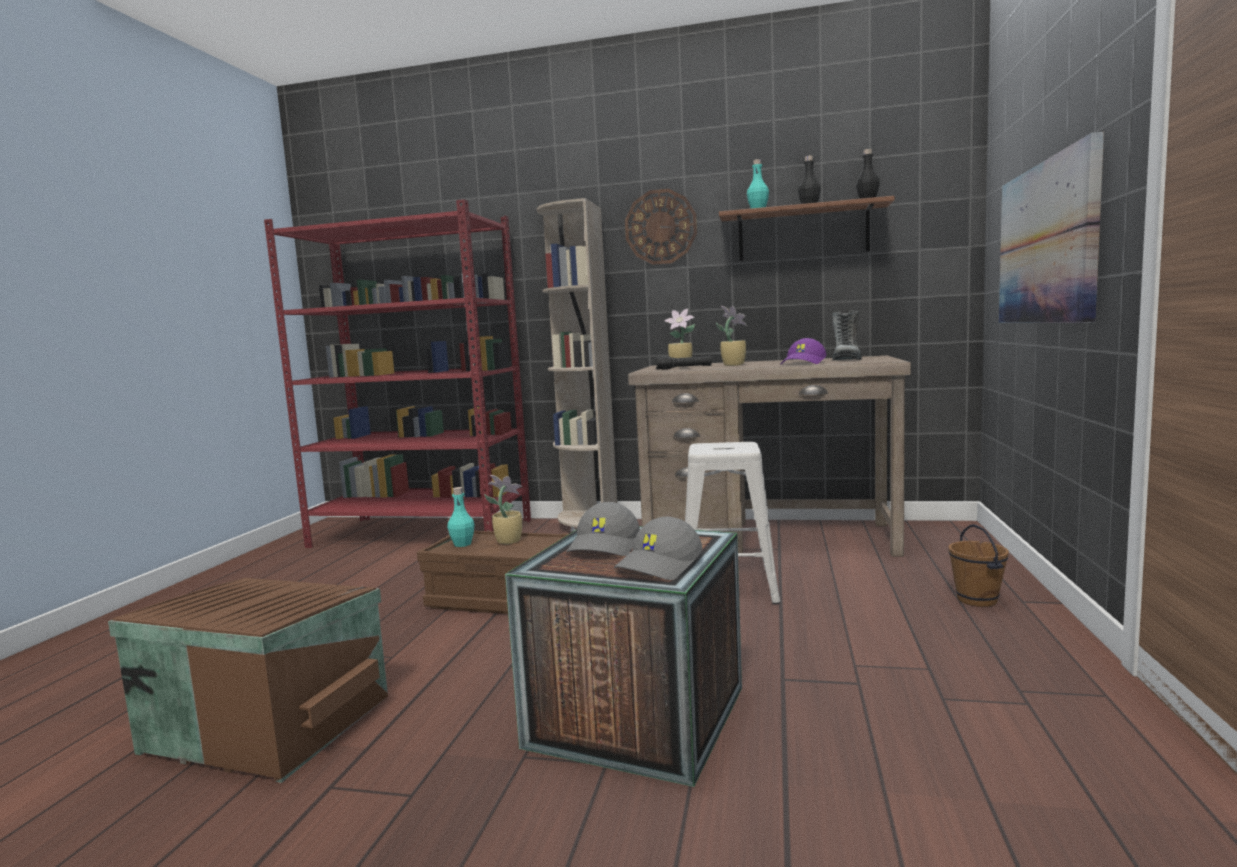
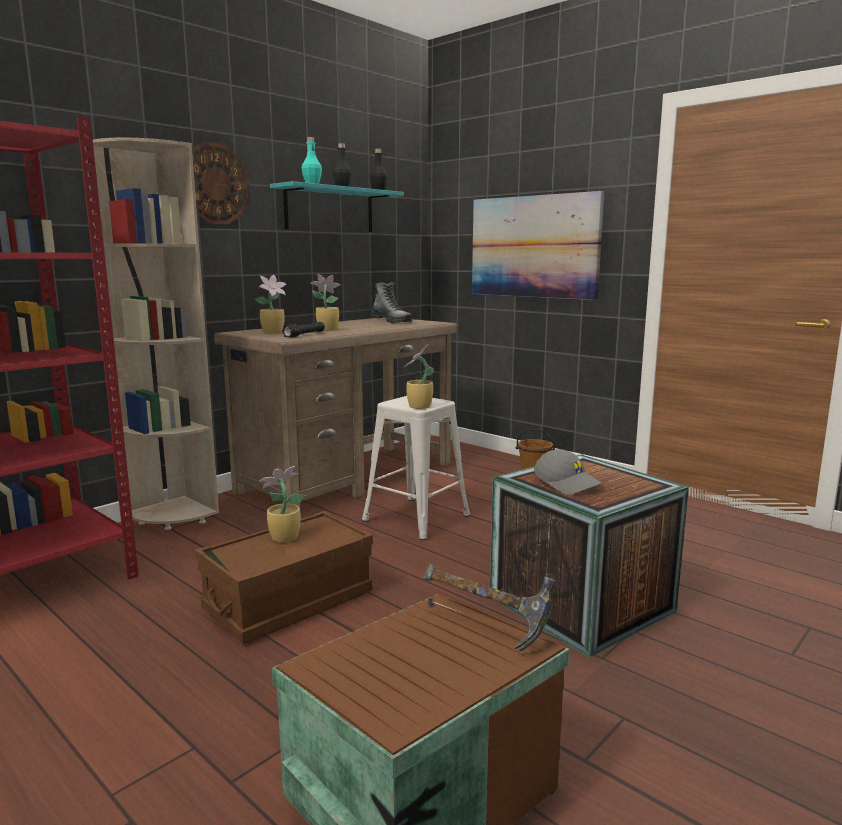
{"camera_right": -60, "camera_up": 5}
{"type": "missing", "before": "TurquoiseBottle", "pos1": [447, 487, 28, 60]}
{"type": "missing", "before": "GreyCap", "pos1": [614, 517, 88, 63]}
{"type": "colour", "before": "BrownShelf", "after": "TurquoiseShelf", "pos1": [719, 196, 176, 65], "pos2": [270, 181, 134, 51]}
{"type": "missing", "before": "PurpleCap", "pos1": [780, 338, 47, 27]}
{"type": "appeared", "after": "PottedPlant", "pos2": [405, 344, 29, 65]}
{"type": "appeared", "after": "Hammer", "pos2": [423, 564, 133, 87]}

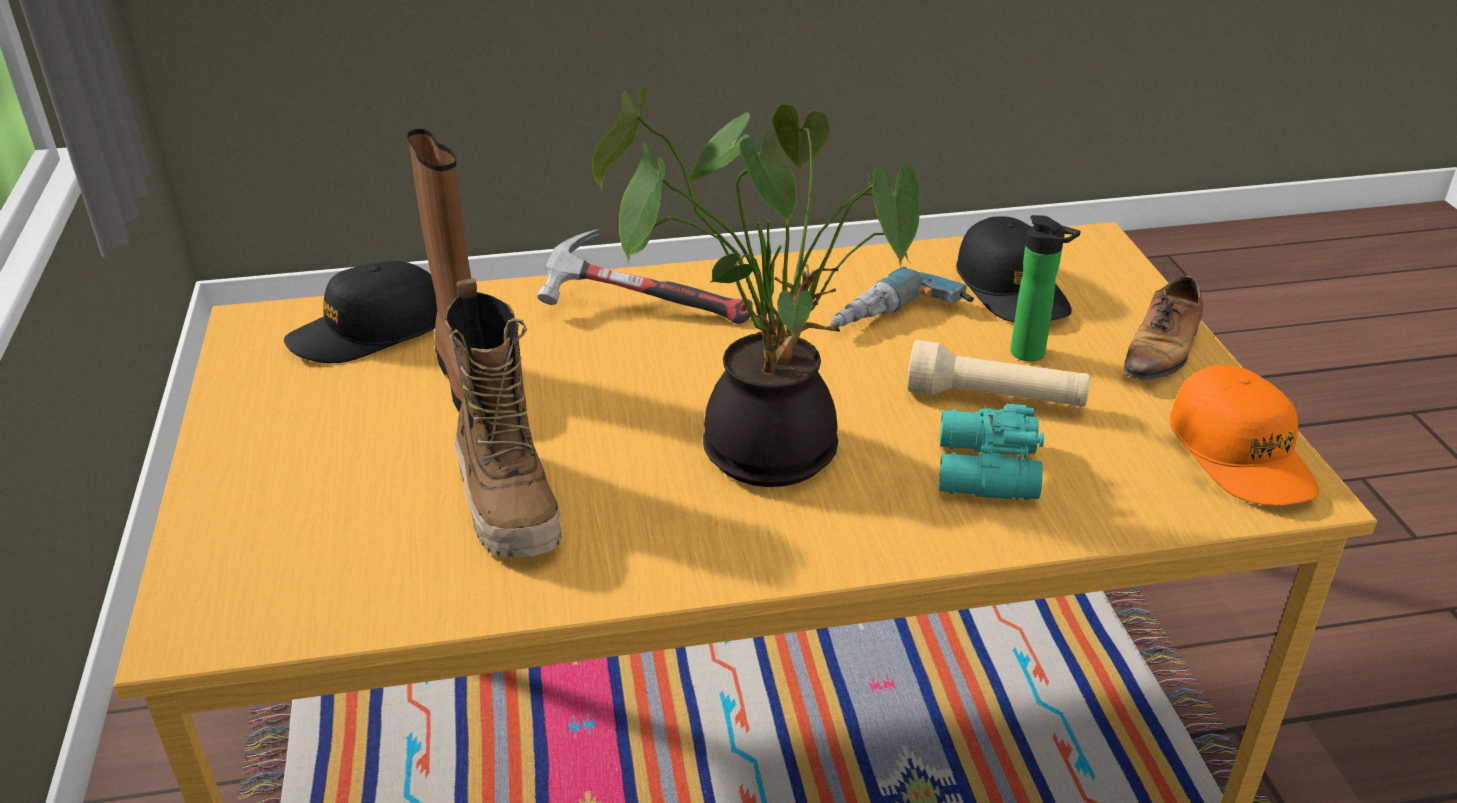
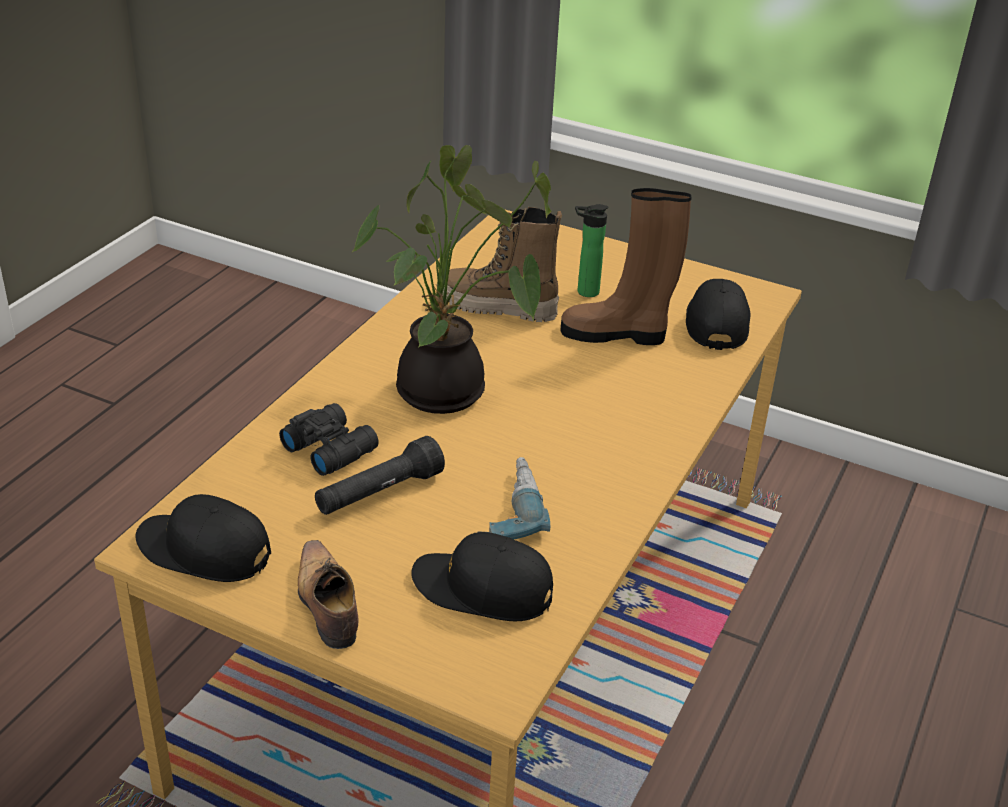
{"camera_right": 125, "camera_up": 0}
{"type": "missing", "before": "Hammer", "pos1": [537, 229, 216, 95]}
{"type": "colour", "before": "BeigeFlashlight", "after": "BlackFlashlight", "pos1": [907, 340, 184, 67], "pos2": [315, 436, 130, 79]}
{"type": "colour", "before": "TurquoiseBinoculars", "after": "BlackBinoculars", "pos1": [939, 404, 105, 96], "pos2": [279, 403, 100, 73]}
{"type": "relocated", "before": "Bottle", "pos1": [1011, 215, 70, 147], "pos2": [575, 204, 33, 93]}
{"type": "colour", "before": "OrangeCap", "after": "BlackCap", "pos1": [1170, 365, 150, 141], "pos2": [136, 494, 135, 88]}

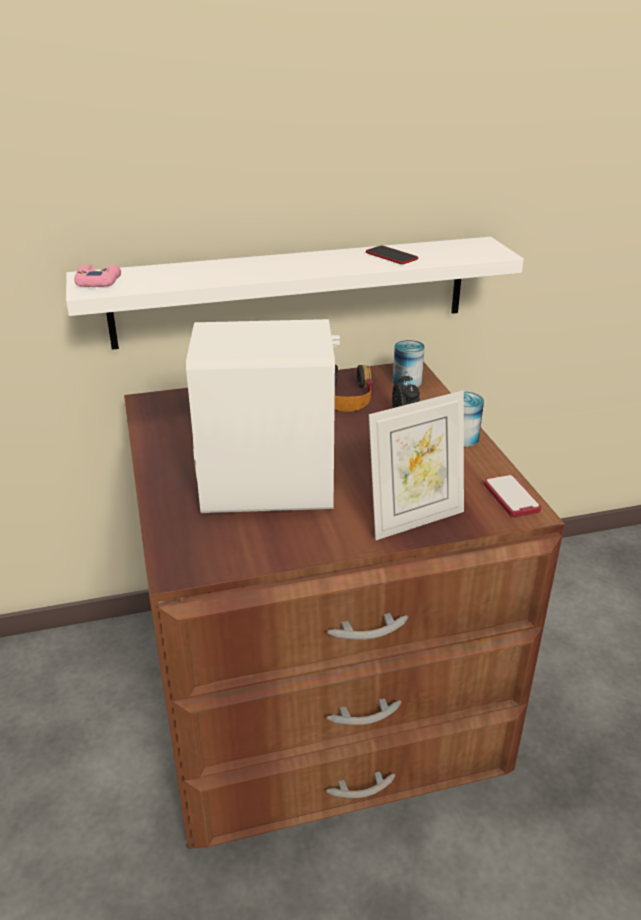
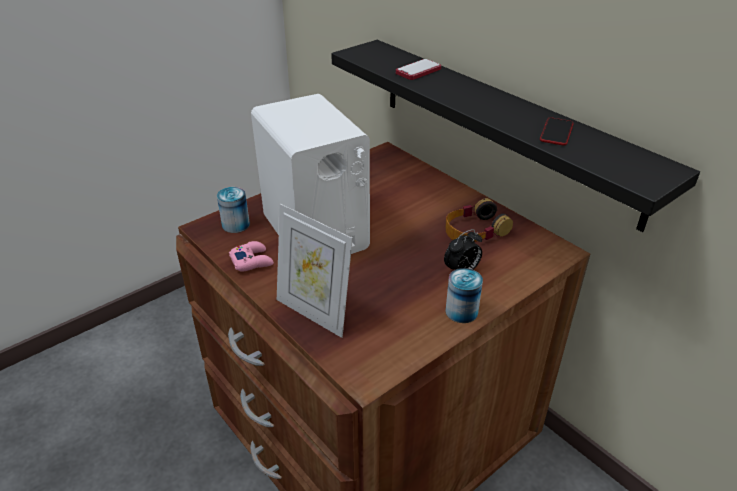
{"camera_right": 65, "camera_up": 5}
{"type": "colour", "before": "WhiteShelf", "after": "BlackShelf", "pos1": [66, 237, 458, 113], "pos2": [331, 40, 369, 192]}
{"type": "relocated", "before": "PinkGameController", "pos1": [74, 264, 47, 23], "pos2": [229, 241, 45, 31]}
{"type": "relocated", "before": "Can", "pos1": [393, 340, 32, 47], "pos2": [217, 187, 33, 46]}
{"type": "relocated", "before": "Phone", "pos1": [484, 475, 57, 42], "pos2": [396, 59, 45, 21]}

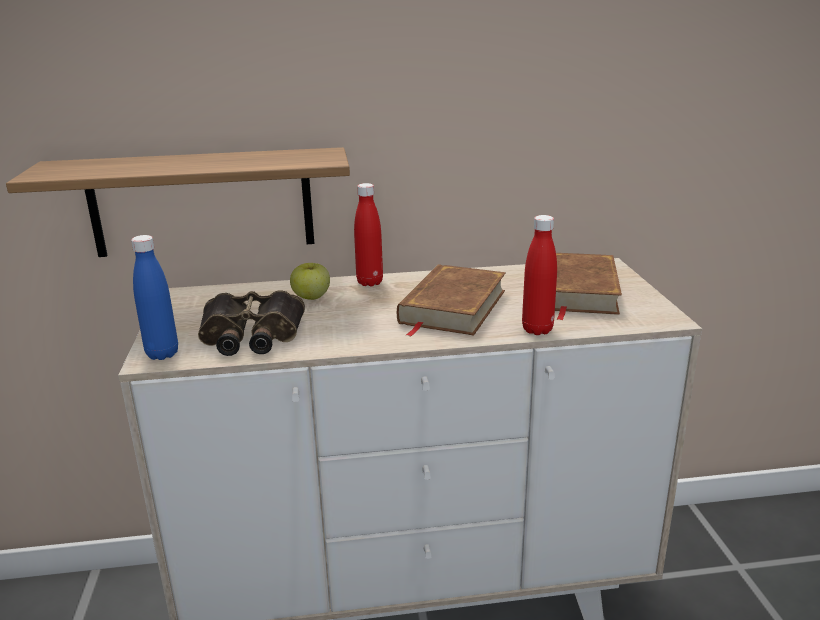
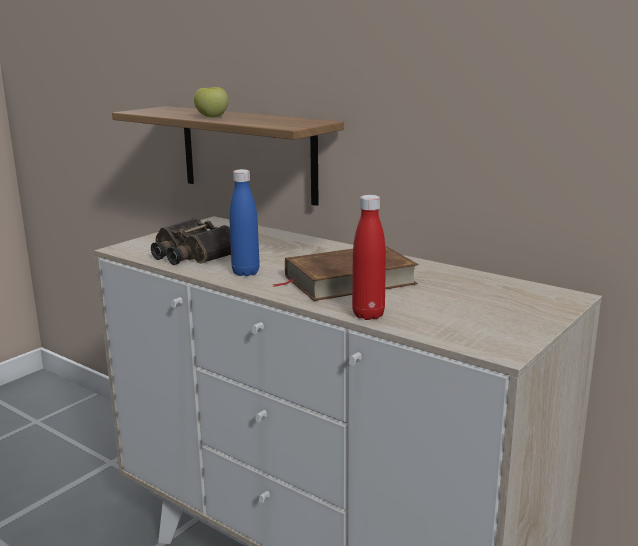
{"camera_right": 45, "camera_up": -5}
{"type": "relocated", "before": "BlueBottle", "pos1": [131, 235, 47, 125], "pos2": [229, 169, 30, 107]}
{"type": "relocated", "before": "Apple", "pos1": [290, 263, 40, 37], "pos2": [194, 87, 35, 30]}
{"type": "missing", "before": "RedBottle", "pos1": [354, 183, 29, 103]}
{"type": "missing", "before": "BrownBook", "pos1": [555, 253, 67, 67]}

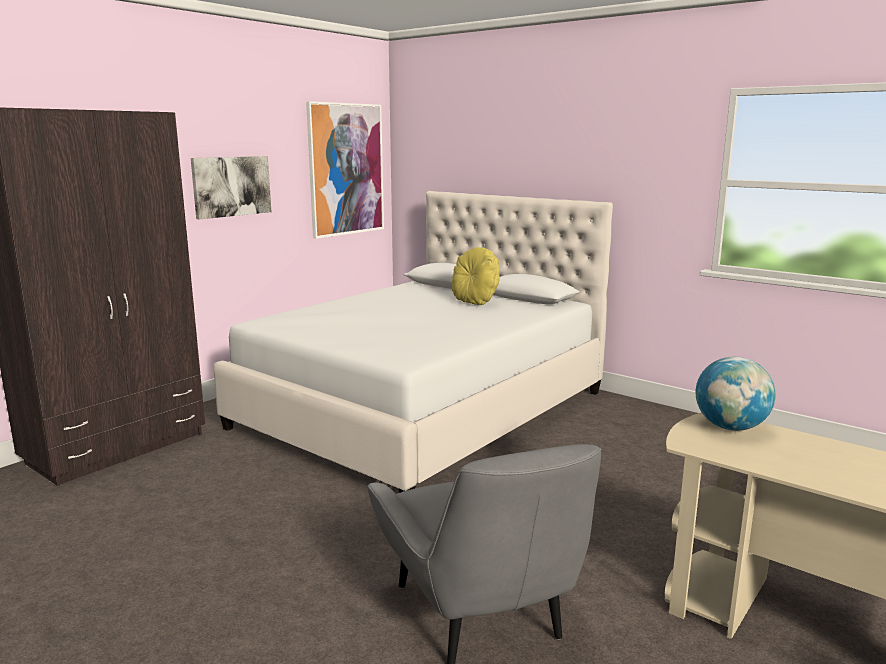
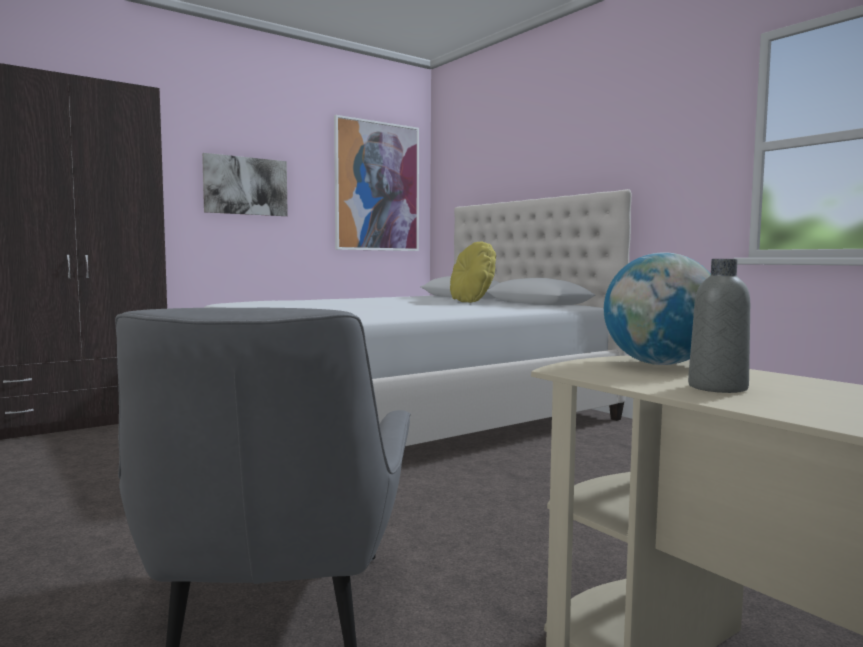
{"camera_right": 15, "camera_up": -10}
{"type": "appeared", "after": "GreyBottle", "pos2": [688, 259, 62, 134]}

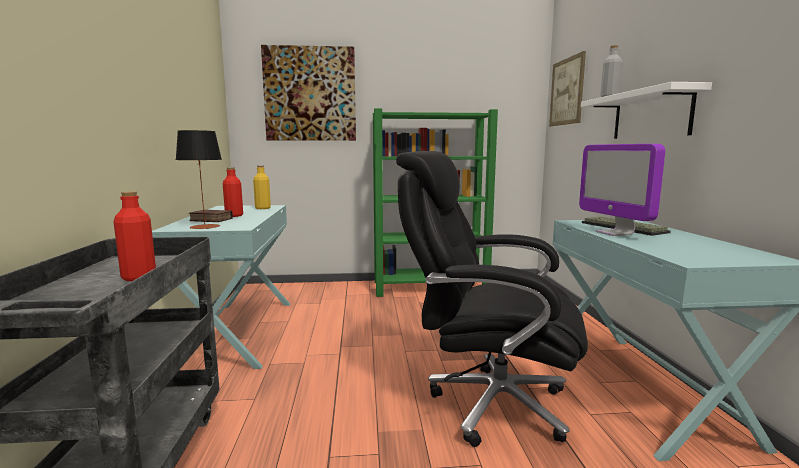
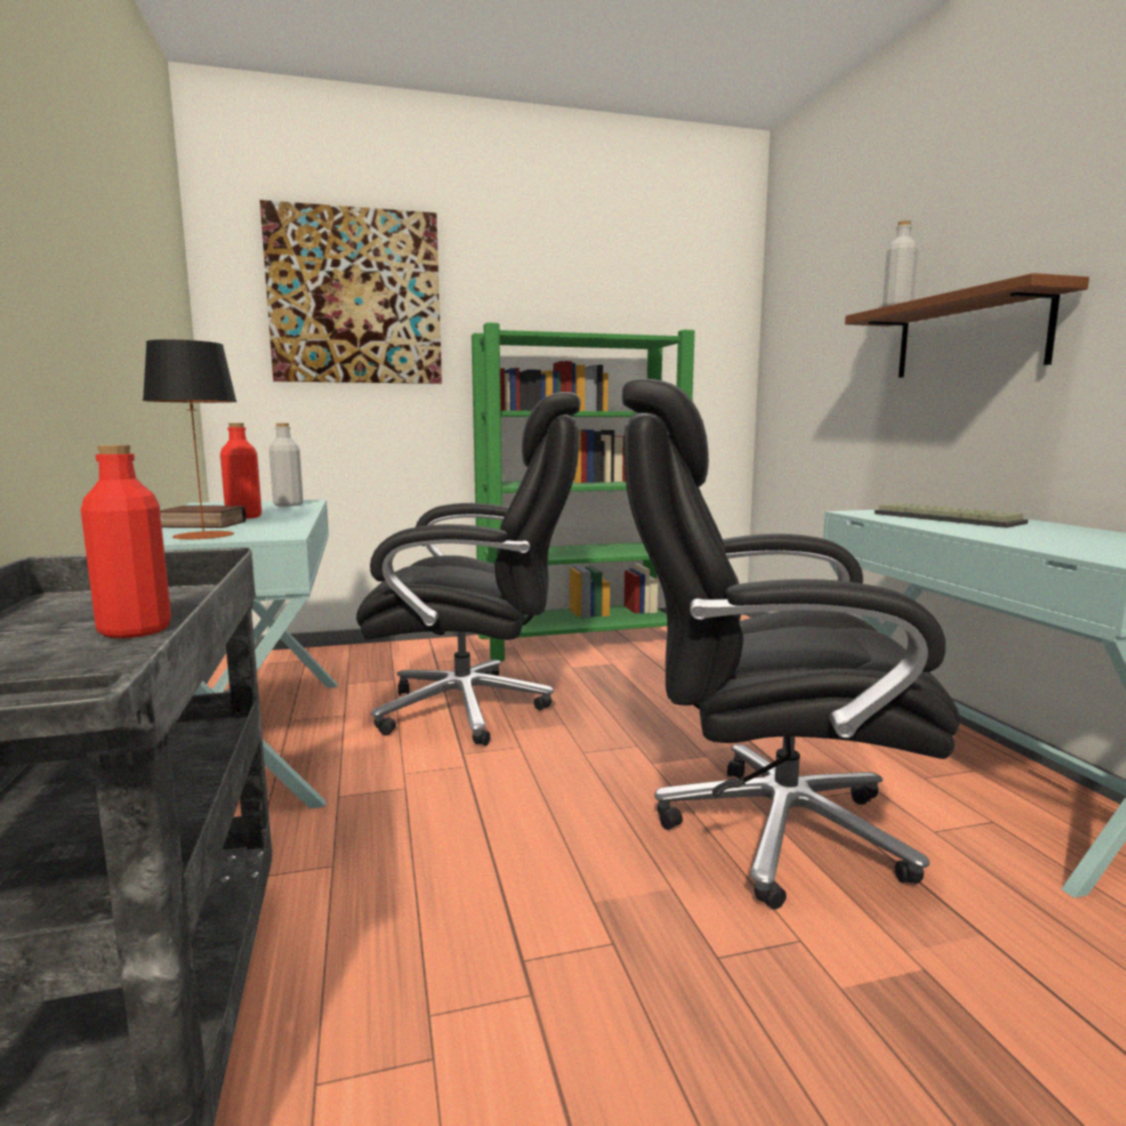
{"camera_right": -10, "camera_up": 0}
{"type": "colour", "before": "YellowBottle", "after": "GreyBottle", "pos1": [253, 165, 18, 44], "pos2": [269, 423, 34, 83]}
{"type": "missing", "before": "Picture", "pos1": [549, 51, 37, 75]}
{"type": "missing", "before": "Monitor", "pos1": [579, 144, 86, 92]}
{"type": "colour", "before": "WhiteShelf", "after": "BrownShelf", "pos1": [581, 82, 131, 57], "pos2": [845, 273, 244, 105]}
{"type": "appeared", "after": "BlackOfficeChair", "pos2": [356, 392, 225, 354]}

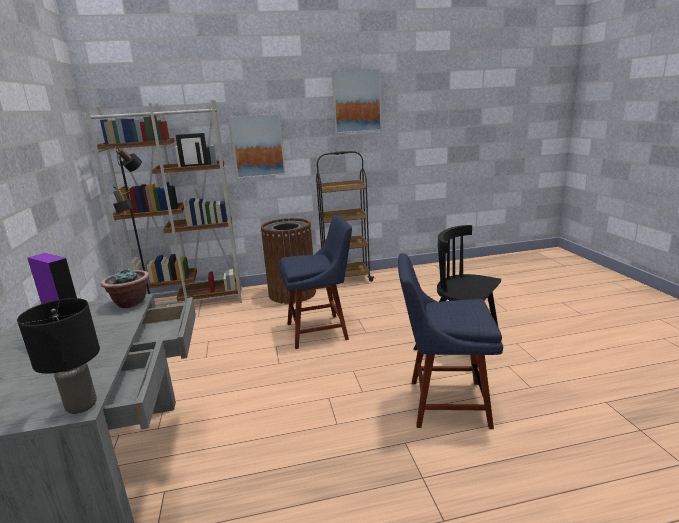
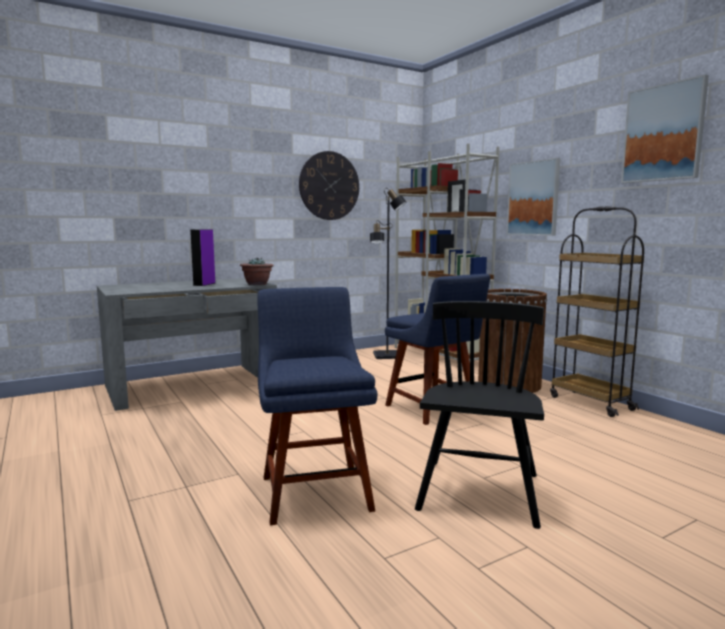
{"camera_right": 70, "camera_up": -10}
{"type": "missing", "before": "BlackTableLamp", "pos1": [17, 298, 83, 116]}
{"type": "appeared", "after": "WallClock", "pos2": [299, 151, 60, 69]}

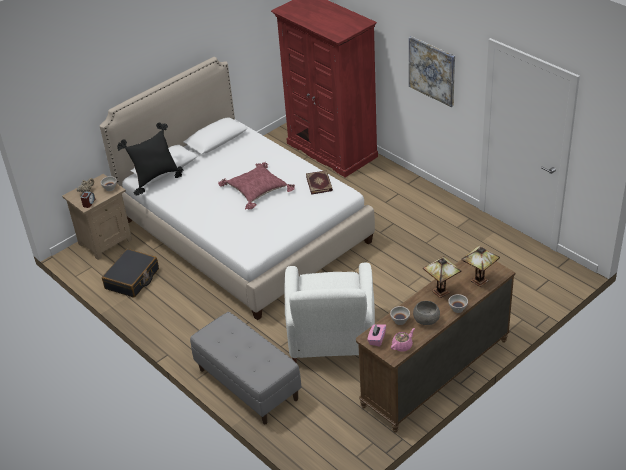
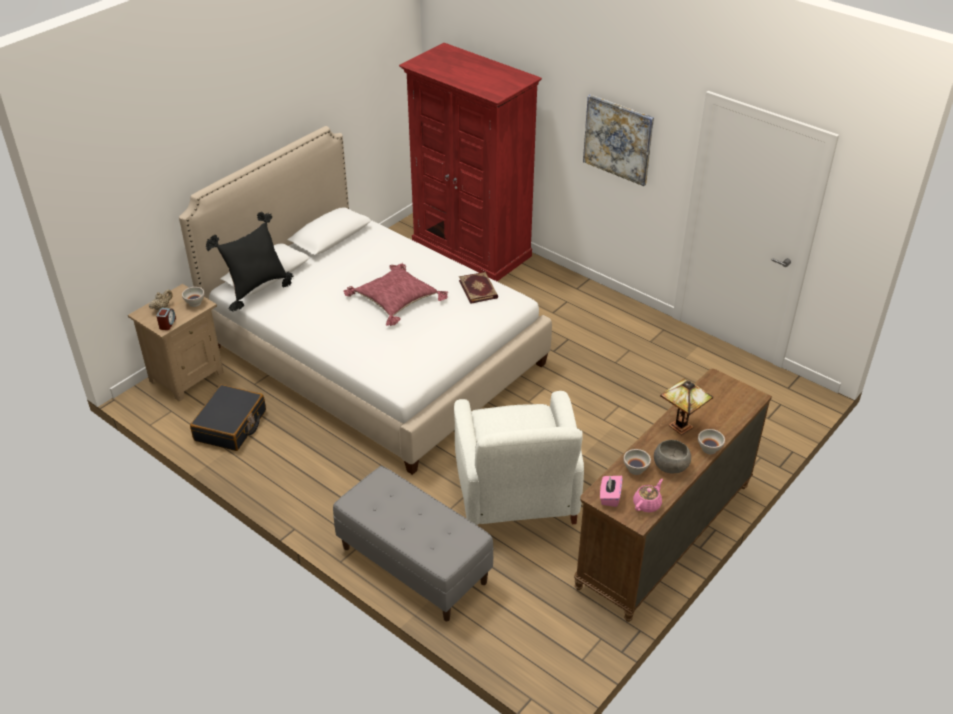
{"camera_right": -10, "camera_up": 0}
{"type": "missing", "before": "TableLamp", "pos1": [461, 246, 39, 41]}

